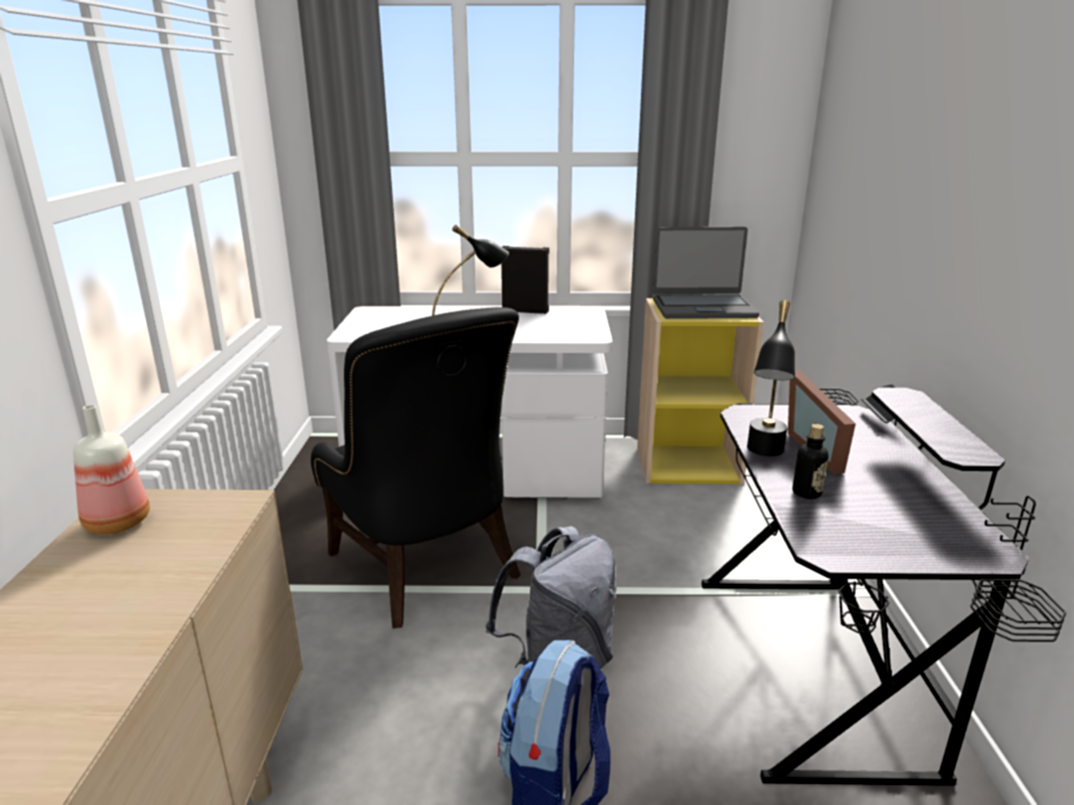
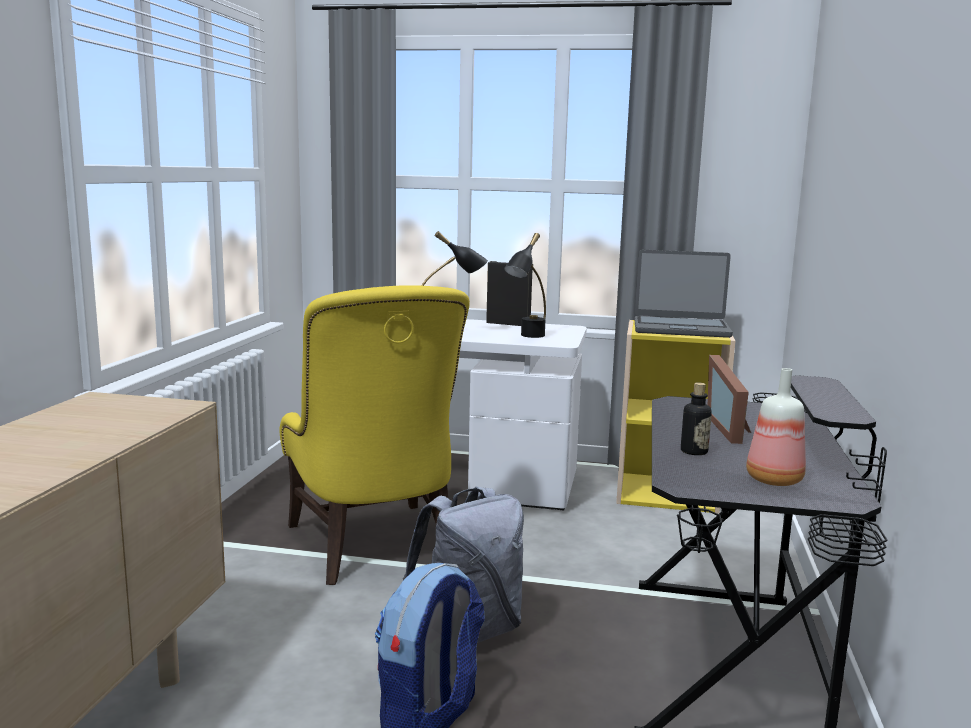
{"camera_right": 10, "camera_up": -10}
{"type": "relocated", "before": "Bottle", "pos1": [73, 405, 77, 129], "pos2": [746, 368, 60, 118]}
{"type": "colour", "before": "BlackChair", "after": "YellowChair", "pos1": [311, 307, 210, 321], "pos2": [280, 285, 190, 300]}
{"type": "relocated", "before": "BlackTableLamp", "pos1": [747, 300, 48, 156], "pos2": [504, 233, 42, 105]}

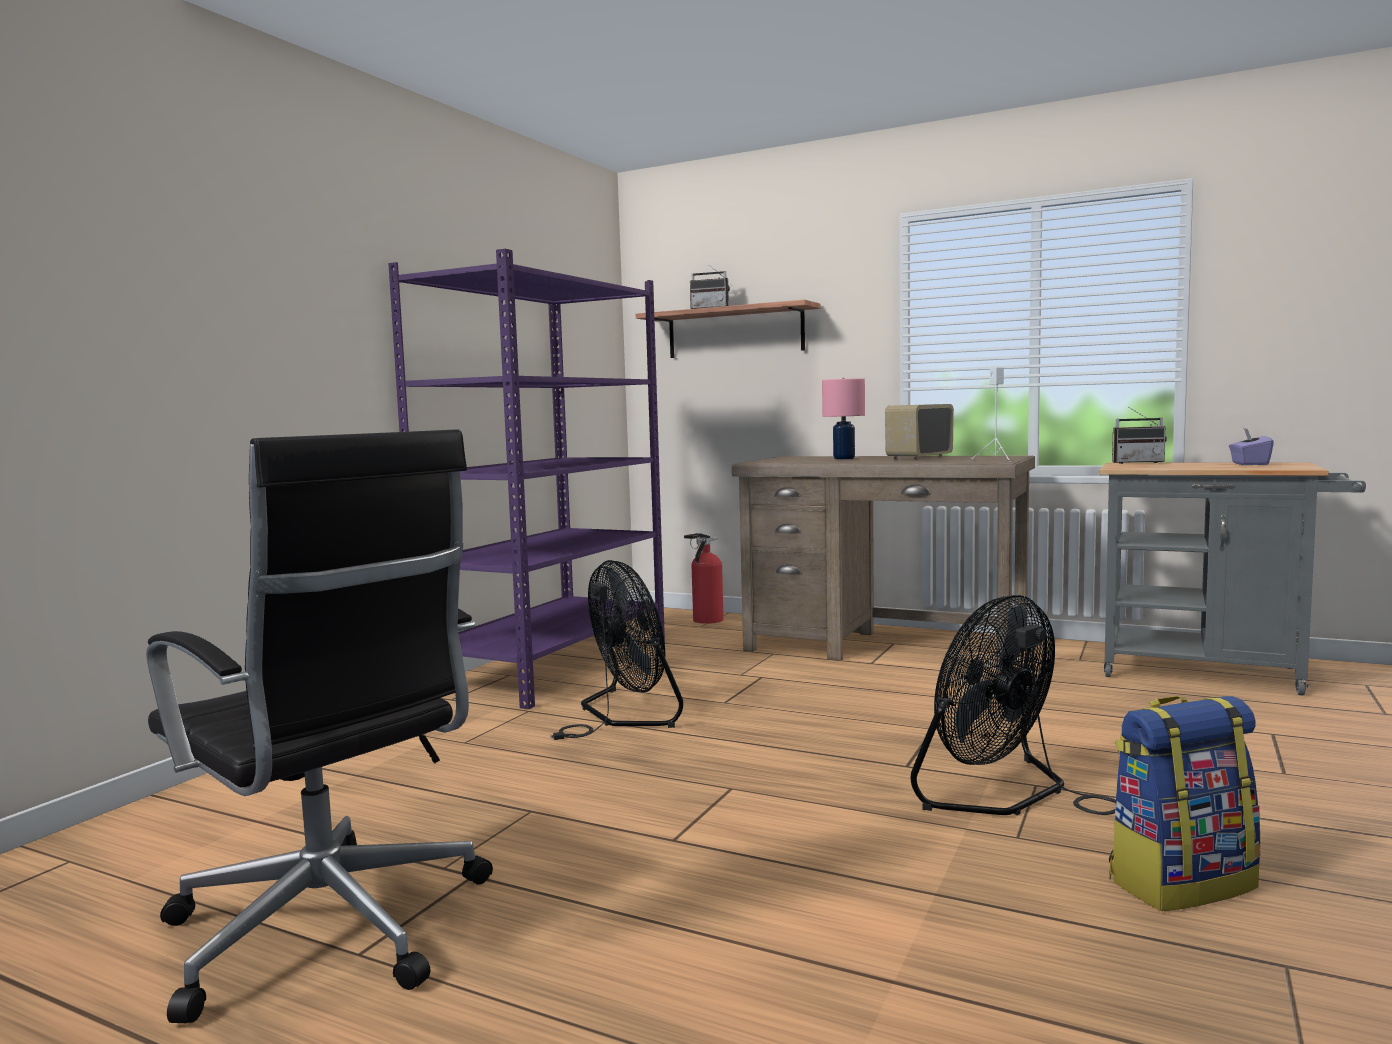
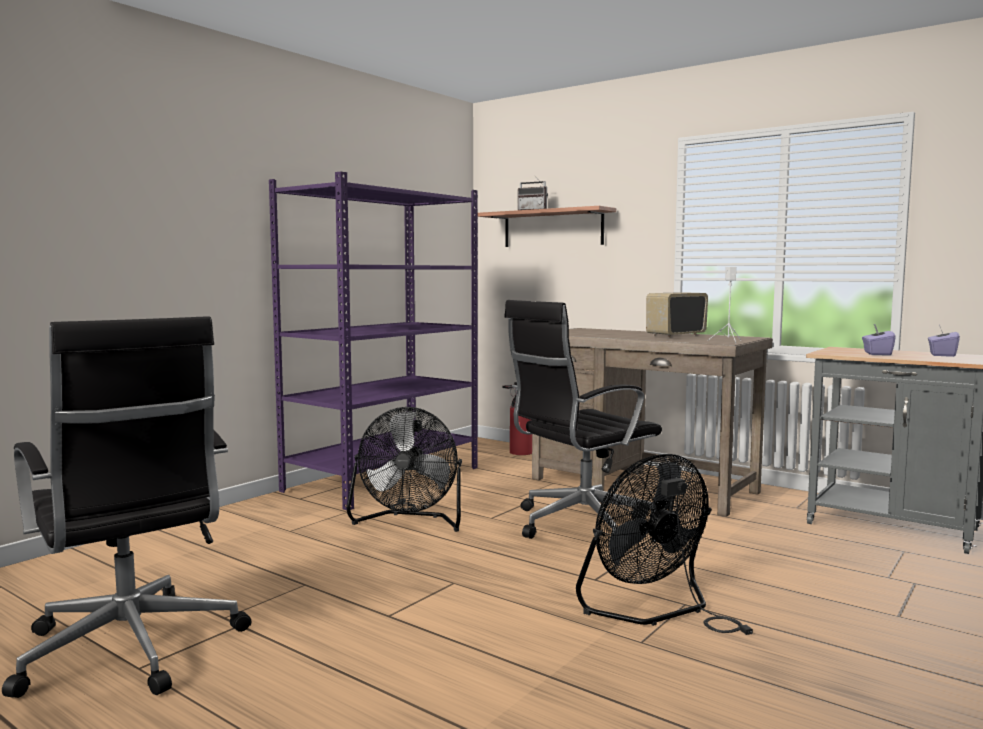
{"camera_right": 10, "camera_up": 0}
{"type": "spun", "before": "BlackFan", "pos1": [550, 560, 133, 180], "pos2": [347, 407, 115, 125], "turn": 120}
{"type": "missing", "before": "PinkTableLamp", "pos1": [822, 378, 43, 81]}
{"type": "missing", "before": "Backpack", "pos1": [1109, 696, 152, 215]}
{"type": "missing", "before": "Radio", "pos1": [1112, 407, 55, 57]}
{"type": "appeared", "after": "BlackOfficeChair", "pos2": [504, 300, 158, 241]}
{"type": "appeared", "after": "PurpleTissueBox", "pos2": [862, 324, 34, 31]}

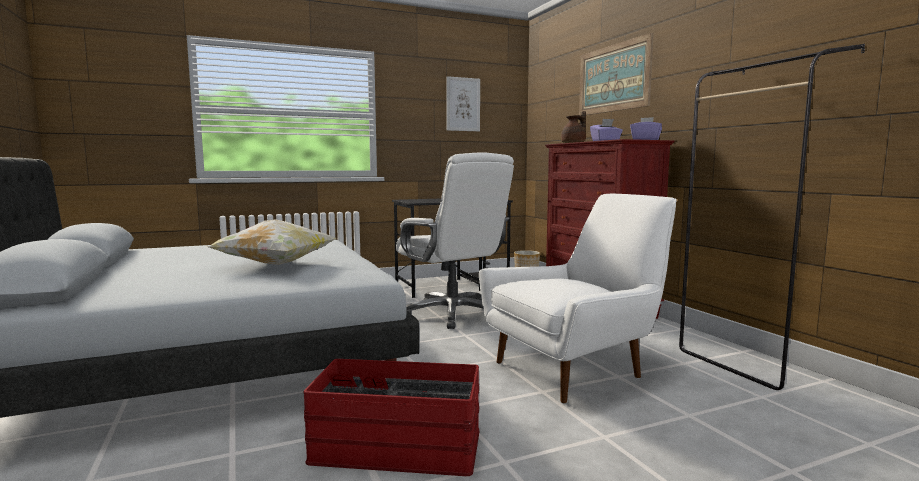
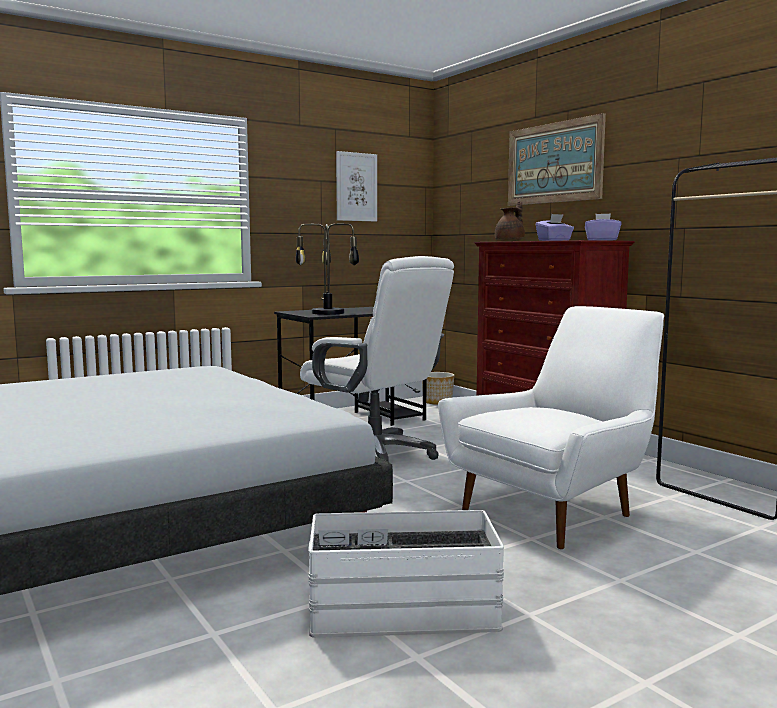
{"camera_right": -10, "camera_up": 0}
{"type": "missing", "before": "Pillow", "pos1": [207, 219, 131, 46]}
{"type": "colour", "before": "RedStorageBox", "after": "WhiteStorageBox", "pos1": [304, 359, 175, 117], "pos2": [308, 510, 196, 128]}
{"type": "appeared", "after": "TableLamp", "pos2": [296, 224, 63, 91]}

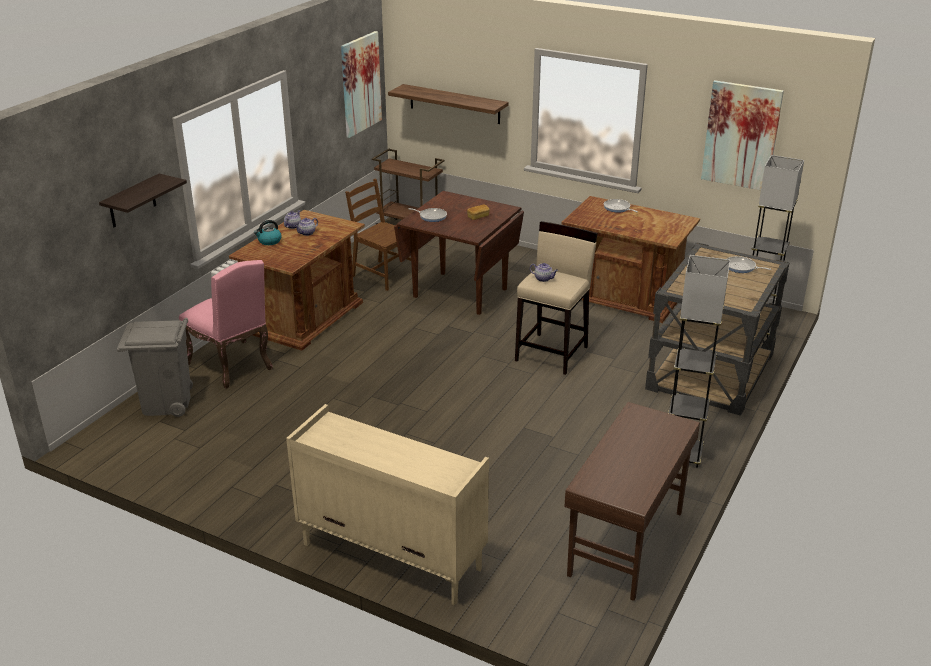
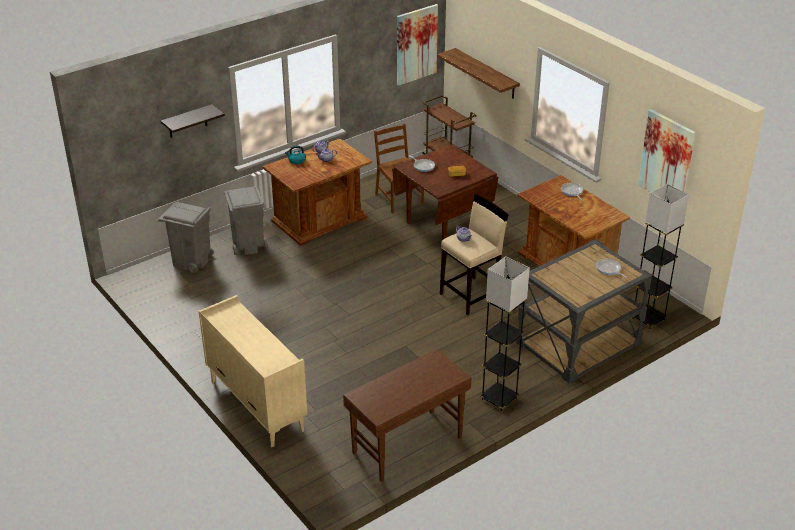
{"camera_right": 25, "camera_up": 5}
{"type": "exchanged", "before": "PinkChair", "after": "GreyTrashCan", "pos1": [179, 260, 93, 129], "pos2": [224, 186, 44, 69]}

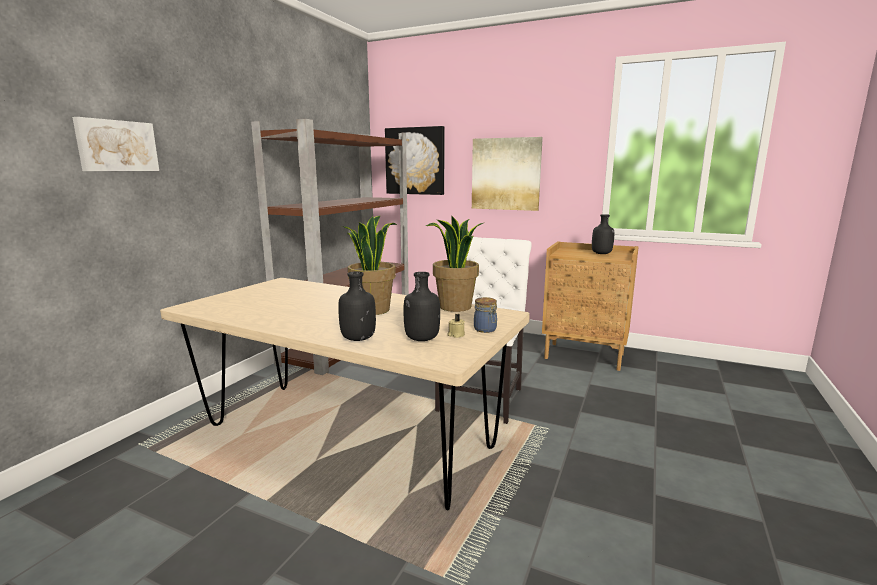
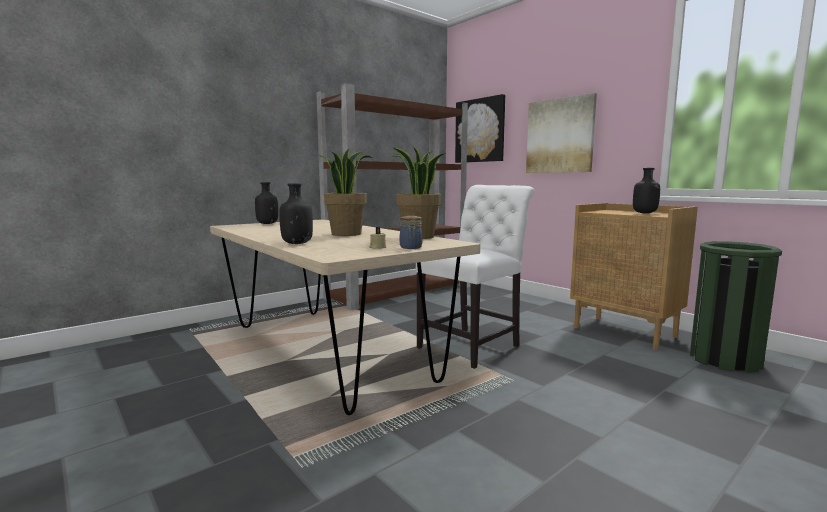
{"camera_right": 25, "camera_up": -5}
{"type": "missing", "before": "Picture", "pos1": [72, 117, 87, 54]}
{"type": "relocated", "before": "BlackBottle", "pos1": [403, 272, 37, 69], "pos2": [255, 182, 23, 42]}
{"type": "appeared", "after": "GreenTrashCan", "pos2": [690, 241, 92, 132]}

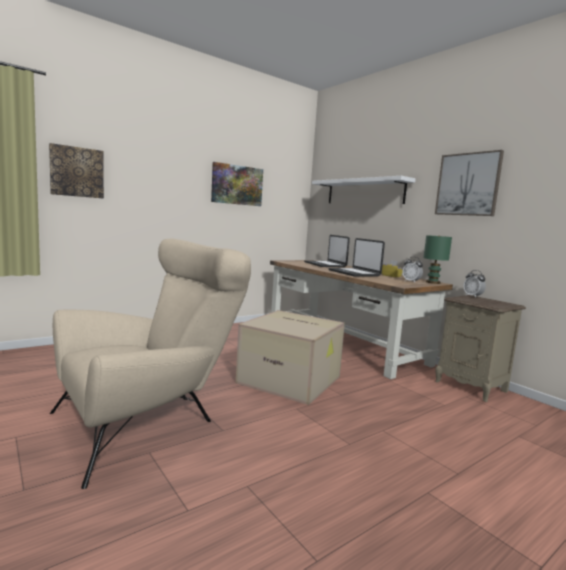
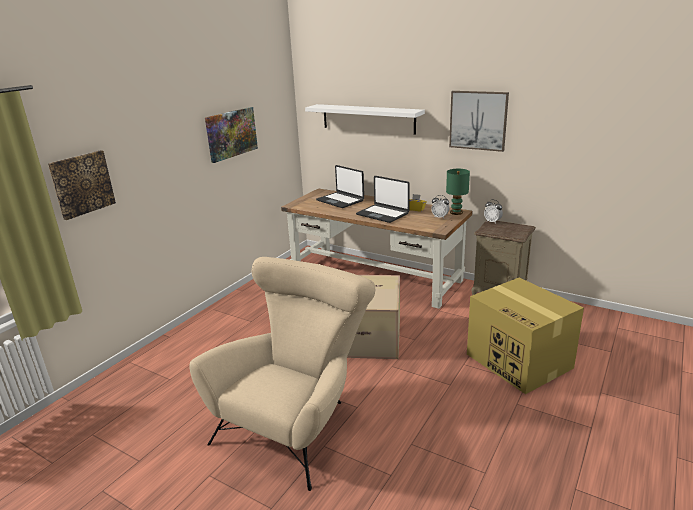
{"camera_right": -20, "camera_up": 15}
{"type": "appeared", "after": "CardboardBox", "pos2": [467, 278, 117, 116]}

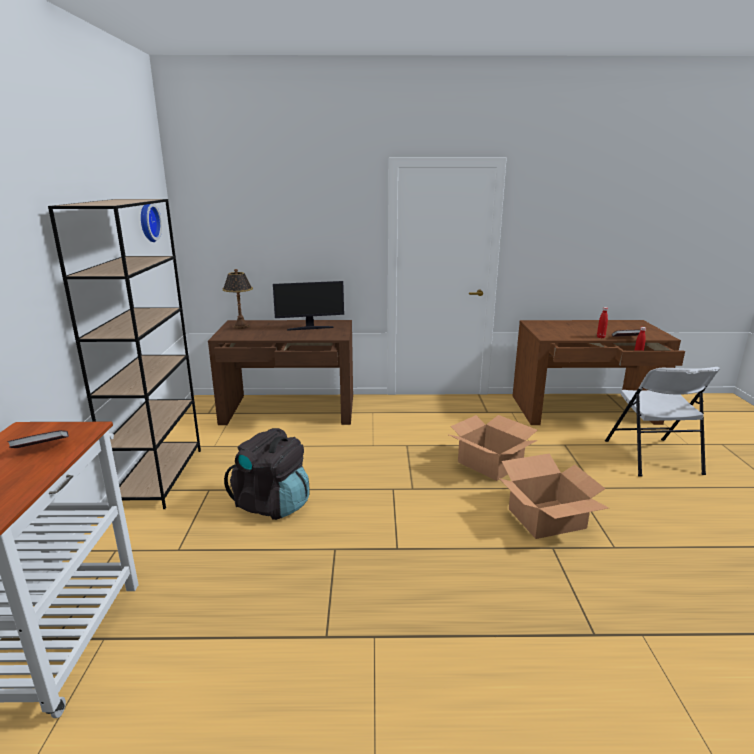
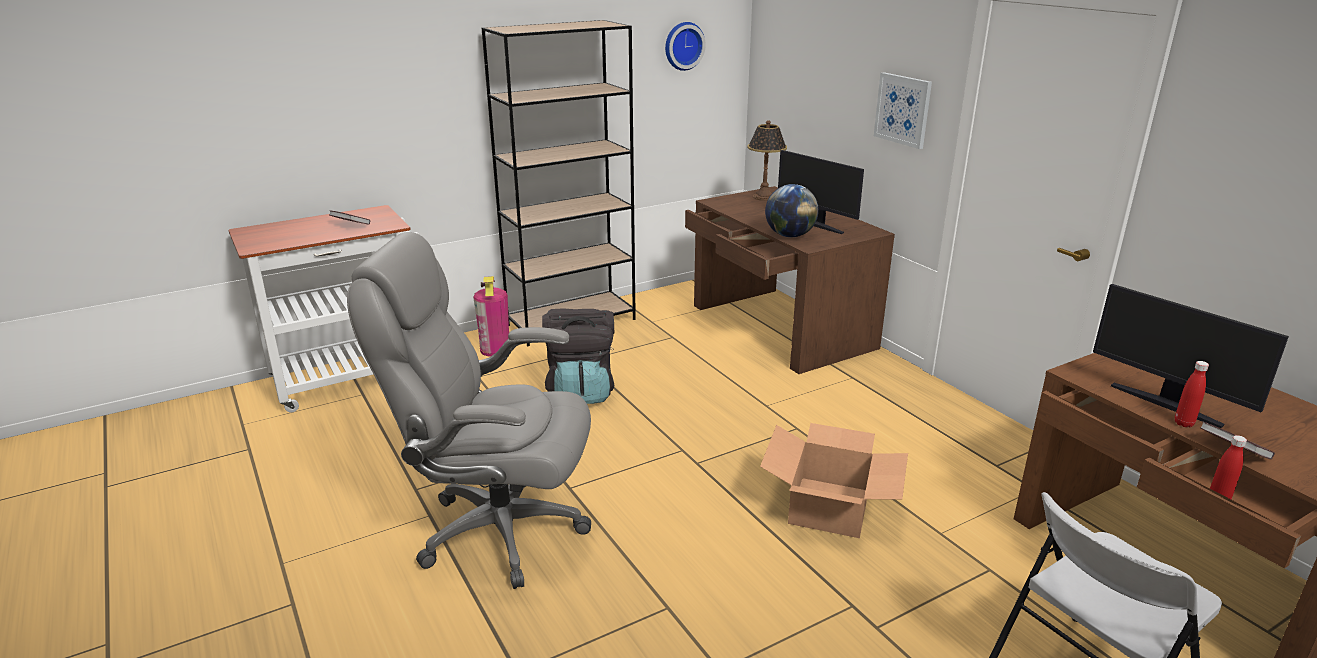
{"camera_right": 60, "camera_up": 5}
{"type": "missing", "before": "CardboardBox", "pos1": [499, 453, 110, 86]}
{"type": "appeared", "after": "GreyOfficeChair", "pos2": [347, 232, 244, 357]}
{"type": "appeared", "after": "FireExtinguisher", "pos2": [473, 276, 36, 81]}
{"type": "appeared", "after": "Globe", "pos2": [765, 184, 54, 53]}
{"type": "appeared", "after": "Picture", "pos2": [874, 72, 58, 77]}
{"type": "appeared", "after": "Monitor", "pos2": [1093, 284, 196, 144]}

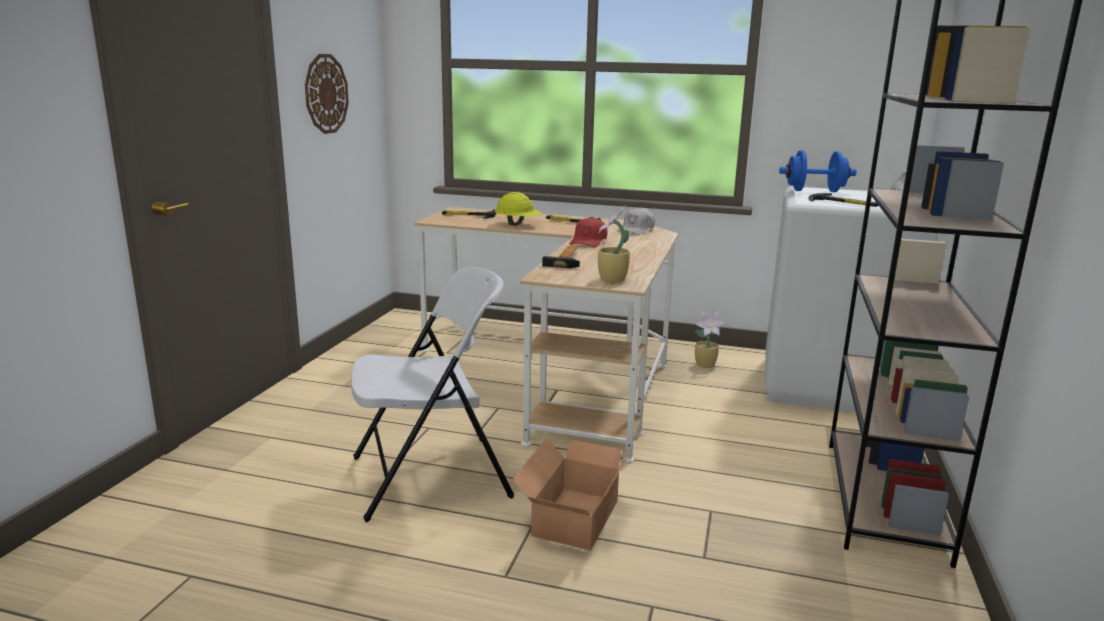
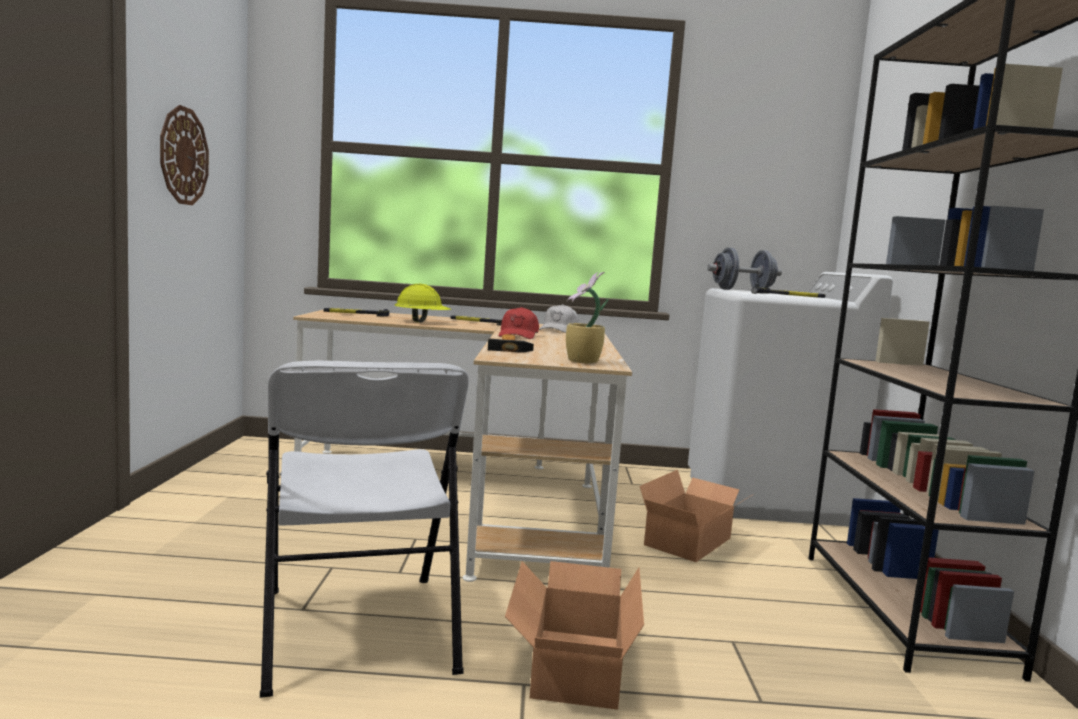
{"camera_right": -15, "camera_up": -10}
{"type": "spun", "before": "WhiteChair", "pos1": [351, 267, 163, 255], "pos2": [260, 361, 209, 337], "turn": 105}
{"type": "missing", "before": "PottedPlant", "pos1": [694, 312, 32, 56]}
{"type": "colour", "before": "BlueDumbbell", "after": "GreyDumbbell", "pos1": [779, 150, 78, 42], "pos2": [707, 248, 75, 42]}
{"type": "appeared", "after": "CardboardBox", "pos2": [640, 470, 114, 92]}

